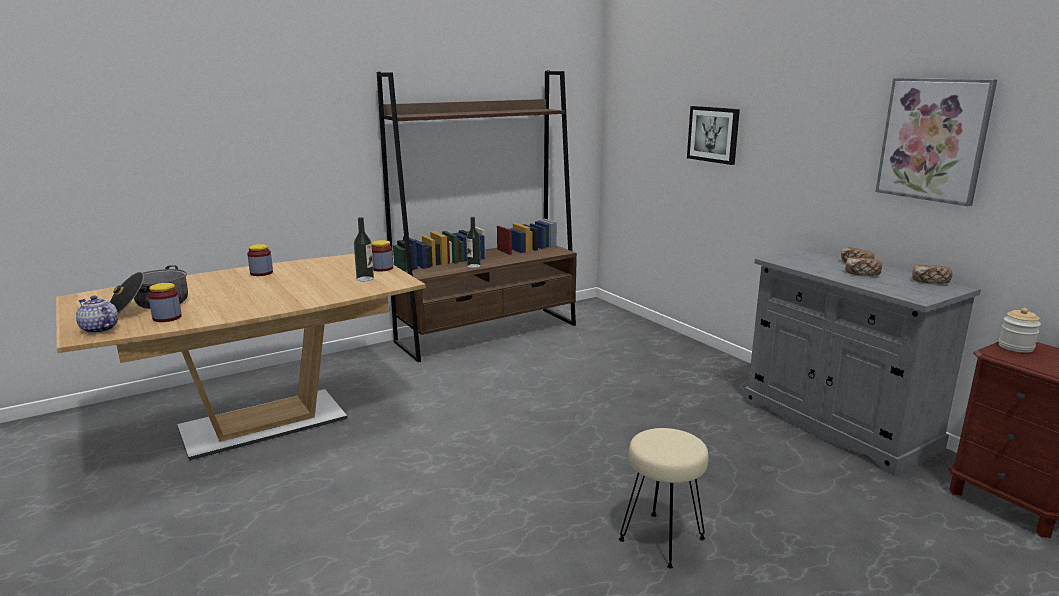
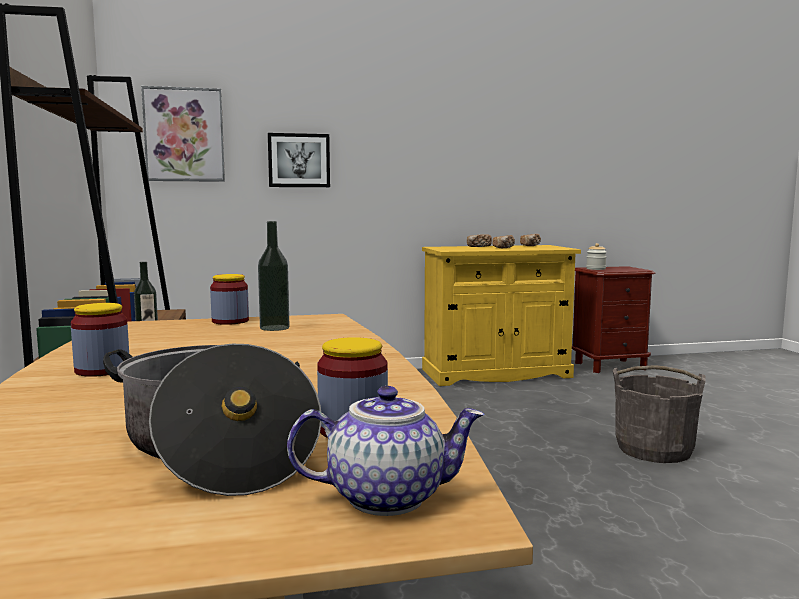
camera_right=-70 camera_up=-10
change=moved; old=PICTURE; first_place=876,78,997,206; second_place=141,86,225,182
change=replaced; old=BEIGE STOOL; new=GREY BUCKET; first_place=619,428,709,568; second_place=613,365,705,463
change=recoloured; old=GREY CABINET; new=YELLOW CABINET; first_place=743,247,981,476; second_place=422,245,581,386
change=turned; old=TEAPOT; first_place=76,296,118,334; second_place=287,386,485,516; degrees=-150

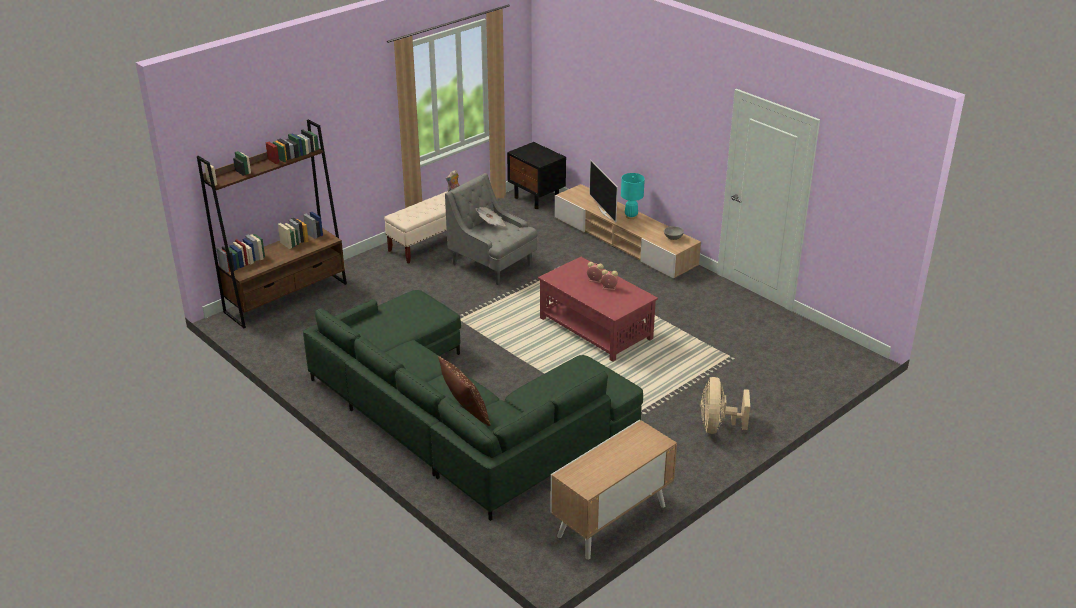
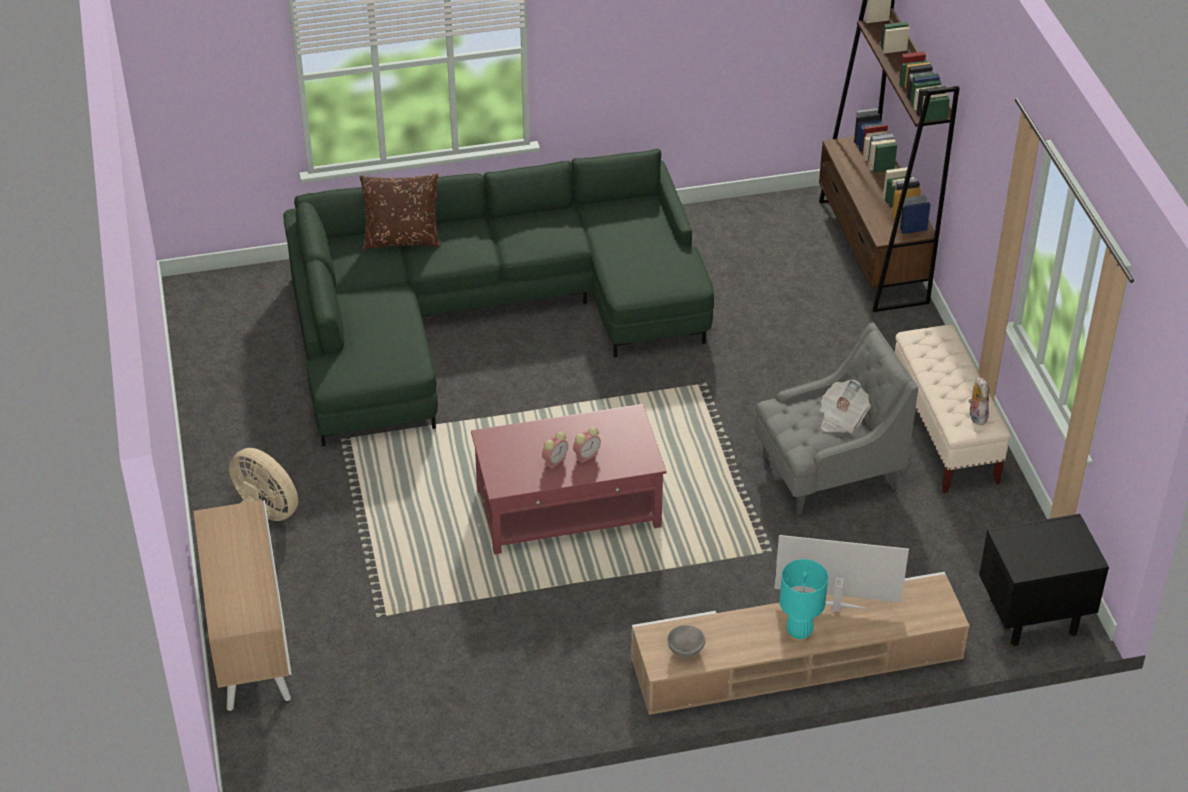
camera_right=120 camera_up=10
change=moved; old=CABINET; first_place=550,420,677,560; second_place=193,500,292,711

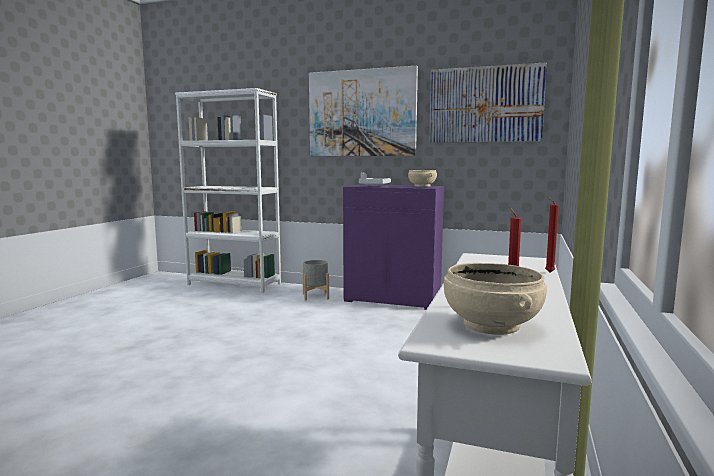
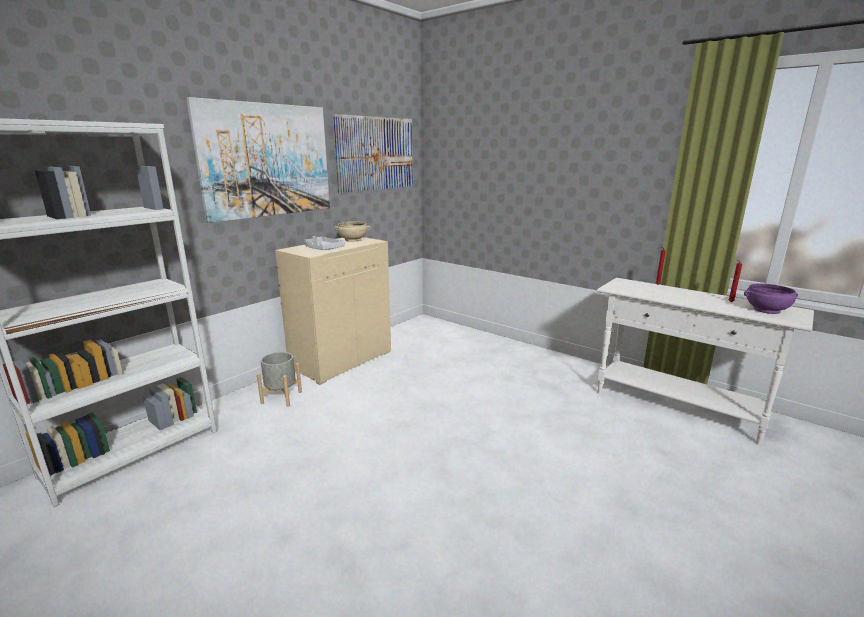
camera_right=-70 camera_up=10
change=recoloured; old=PURPLE CABINET; new=BEIGE CABINET; first_place=343,185,444,310; second_place=275,237,391,385
change=recoloured; old=BEIGE BOWL; new=PURPLE BOWL; first_place=444,263,547,335; second_place=744,283,798,314

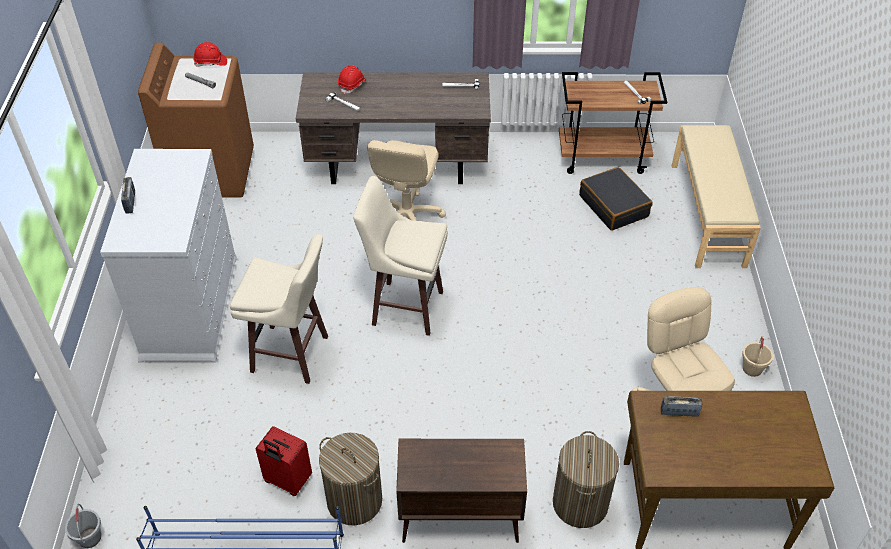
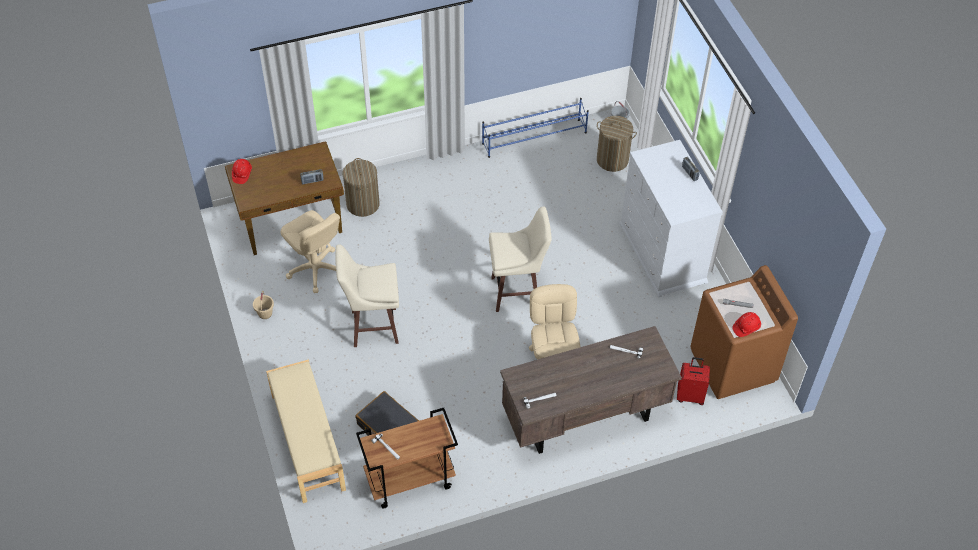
camera_right=160 camera_up=5
change=removed; old=BROWN CABINET; first_place=396,439,527,543
change=moved; old=BEIGE STOOL; first_place=230,234,328,384; second_place=336,244,399,347
change=moved; old=RED SUITCASE; first_place=255,426,312,496; second_place=677,357,710,405
change=moved; old=LAUNDRY BASKET; first_place=319,433,382,525; second_place=597,116,637,172
change=moved; old=RED HARD HAT; first_place=338,65,366,94; second_place=232,159,252,184

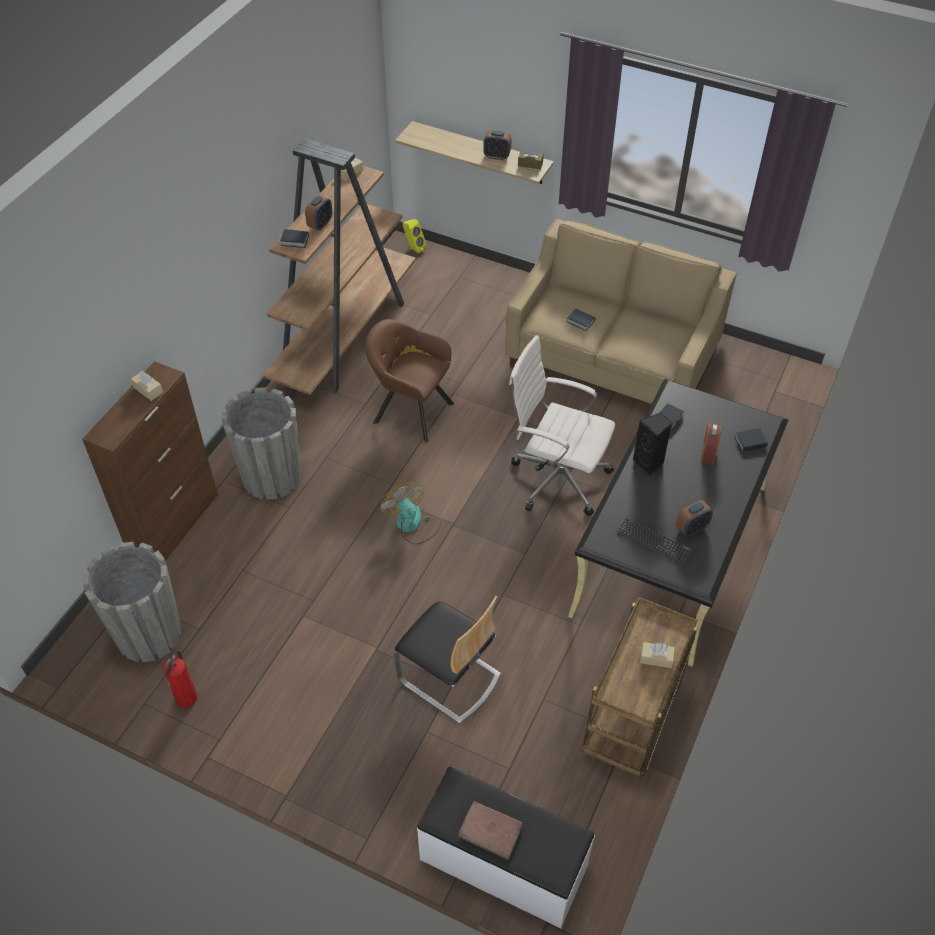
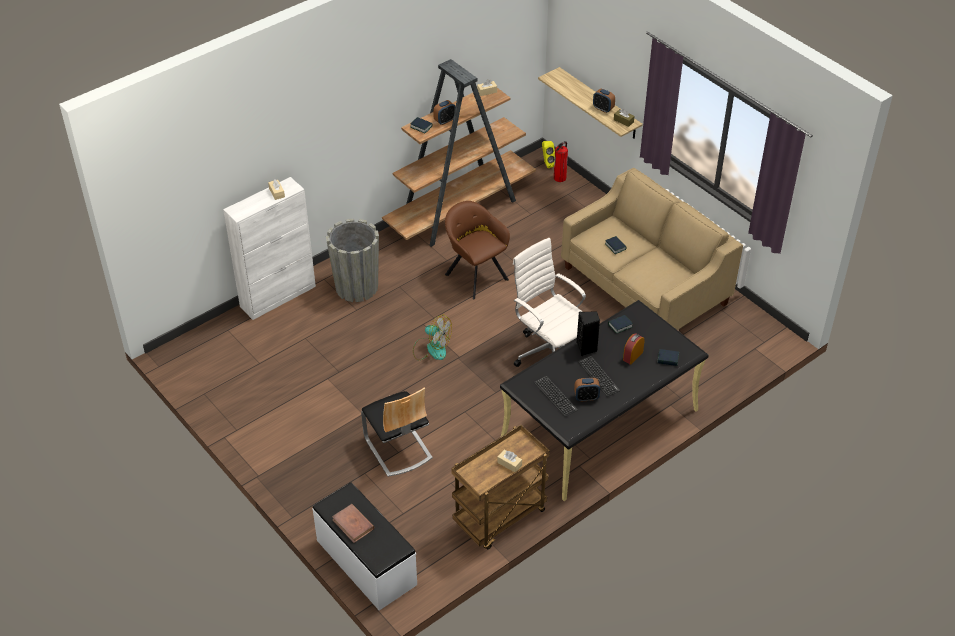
camera_right=25 camera_up=-5
change=removed; old=GREY PLANTER; first_place=83,542,181,662
change=added; new=KEYBOARD; second_place=578,356,620,397
change=moved; old=FIRE EXTINGUISHER; first_place=163,650,197,708; second_place=554,141,568,182
change=recoloured; old=BROWN CABINET; new=WHITE CABINET; first_place=82,361,218,561; second_place=223,177,316,320
change=turned; old=FAN; first_place=380,482,442,545; second_place=413,315,452,360; degrees=120

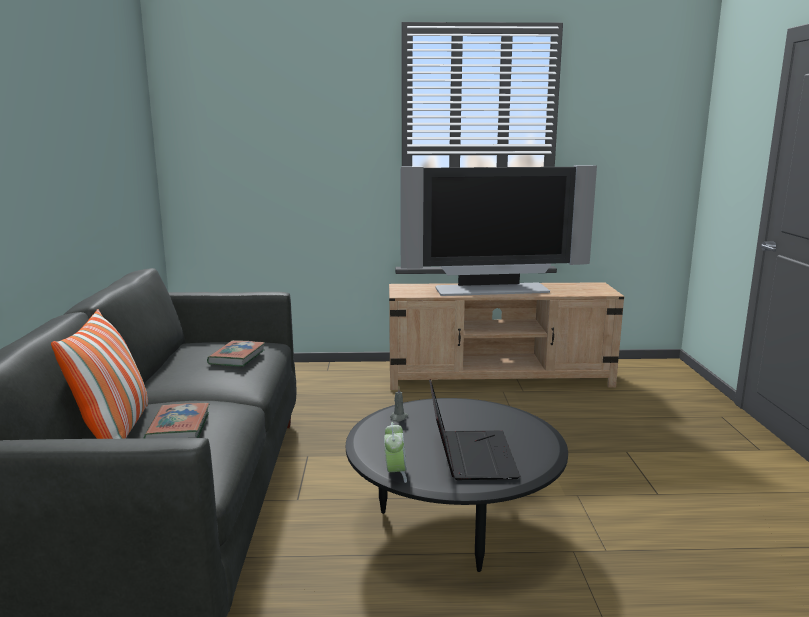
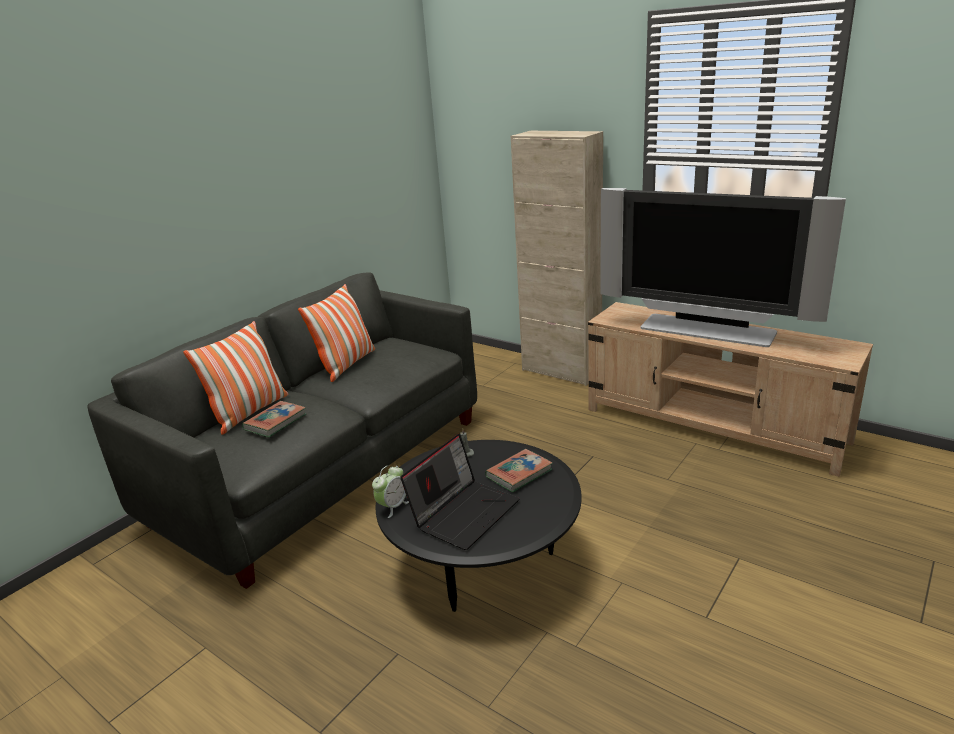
camera_right=40 camera_up=10
change=added; new=PILLOW; second_place=298,284,375,382
change=added; new=BEIGE CABINET; second_place=511,130,603,386
change=moved; old=BOOK; first_place=207,340,265,367; second_place=485,449,553,493

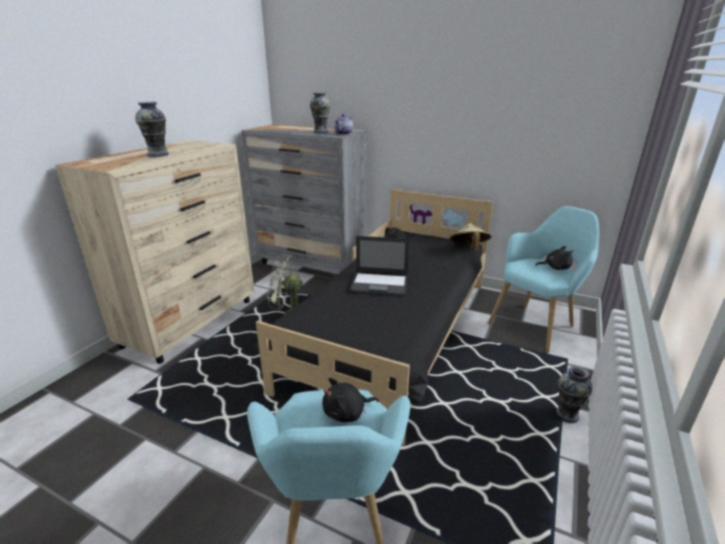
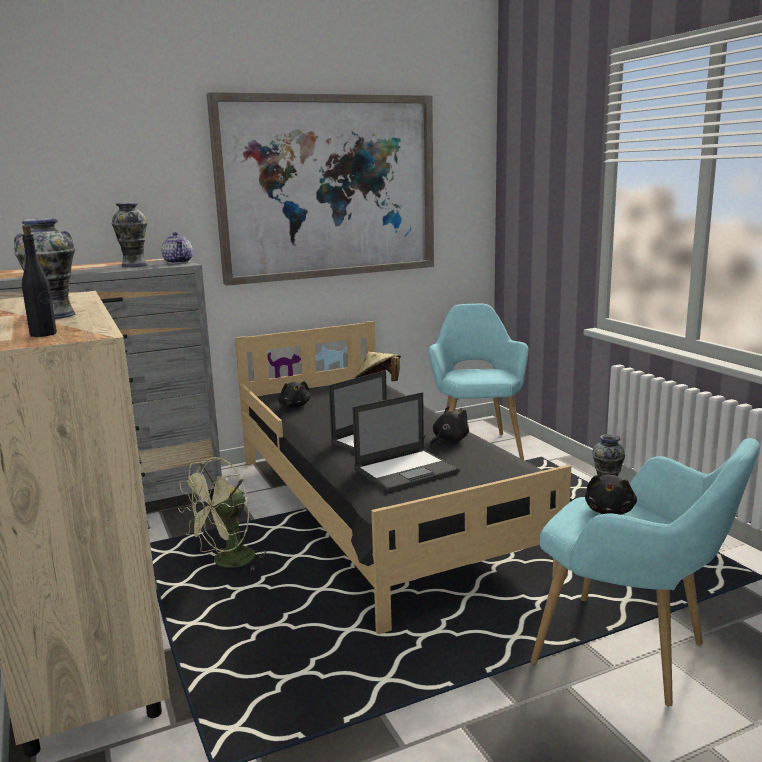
camera_right=-50 camera_up=-10
change=added; new=BLACK BOTTLE; second_place=22,225,57,337
change=added; new=PICTURE; second_place=207,92,434,286
change=added; new=LAPTOP; second_place=352,392,460,492
change=moved; old=BLACK PLUSH TOY; first_place=535,246,574,270; second_place=430,406,469,446

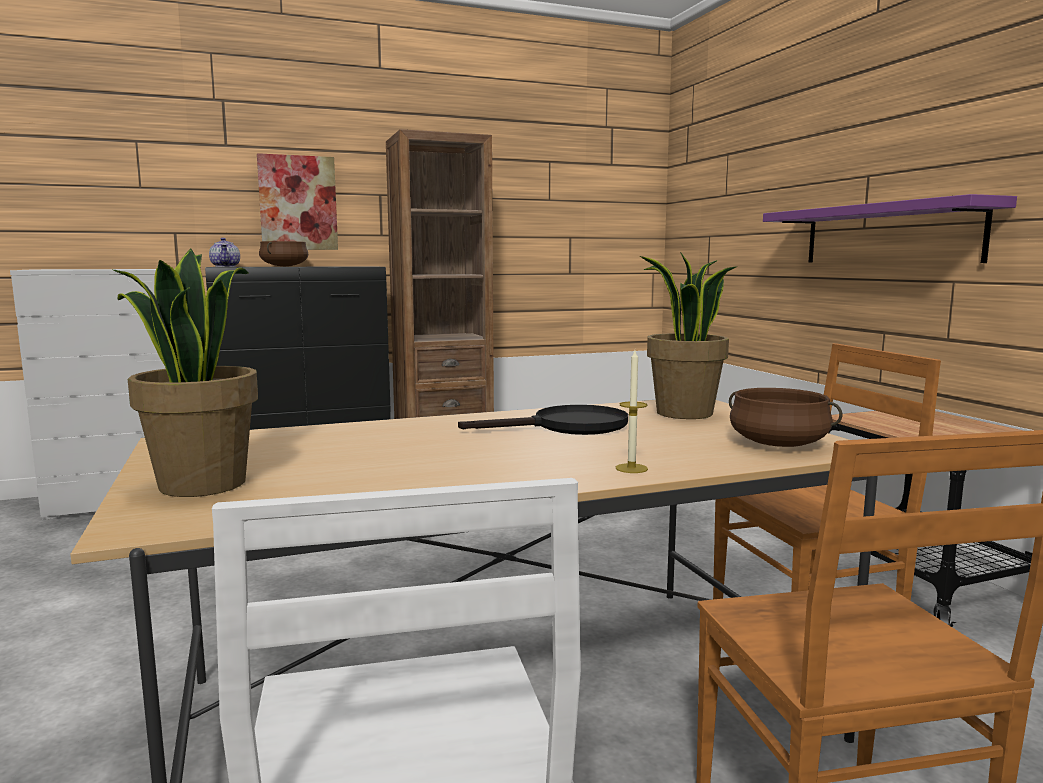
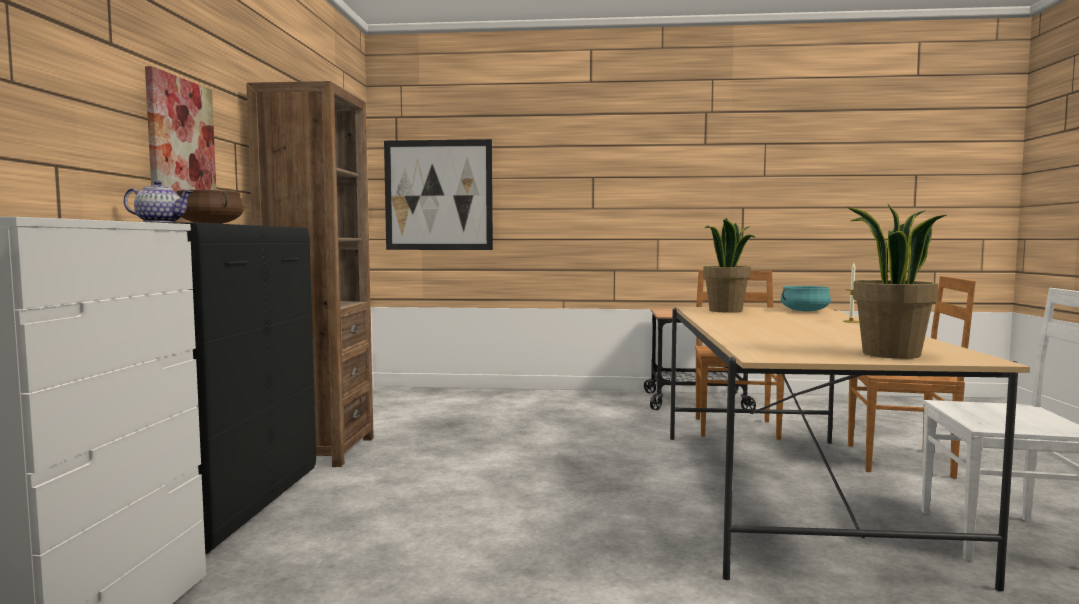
camera_right=-65 camera_up=-5
change=removed; old=BLACK FRYING PAN; first_place=458,405,628,435
change=removed; old=PURPLE SHELF; first_place=763,194,1017,263
change=added; new=PICTURE; second_place=384,139,493,250
change=recoloured; old=BROWN COOKING POT; new=TURQUOISE COOKING POT; first_place=729,388,842,447; second_place=781,286,831,311

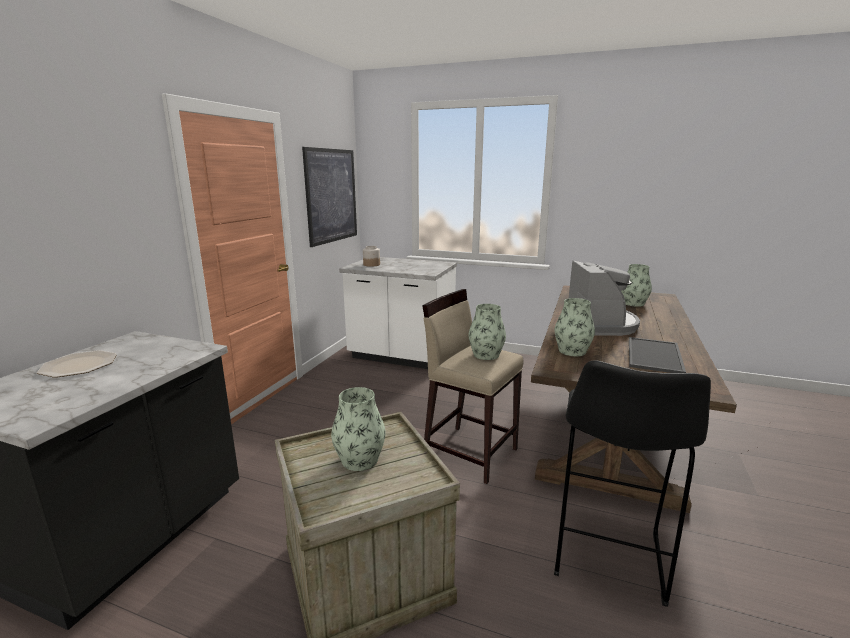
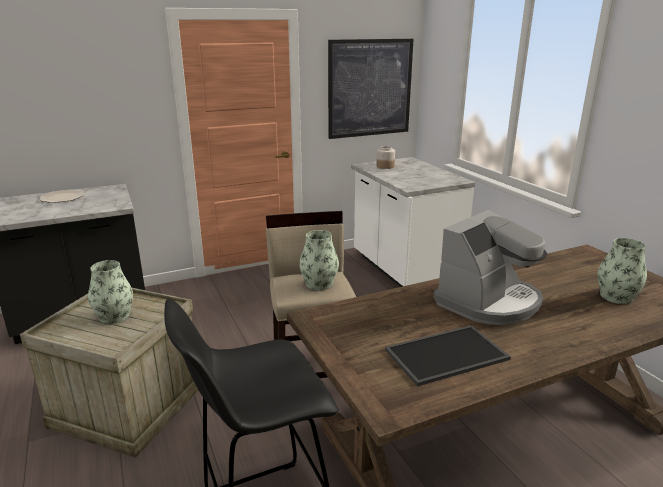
camera_right=45 camera_up=5
change=removed; old=VASE; first_place=554,298,595,356

